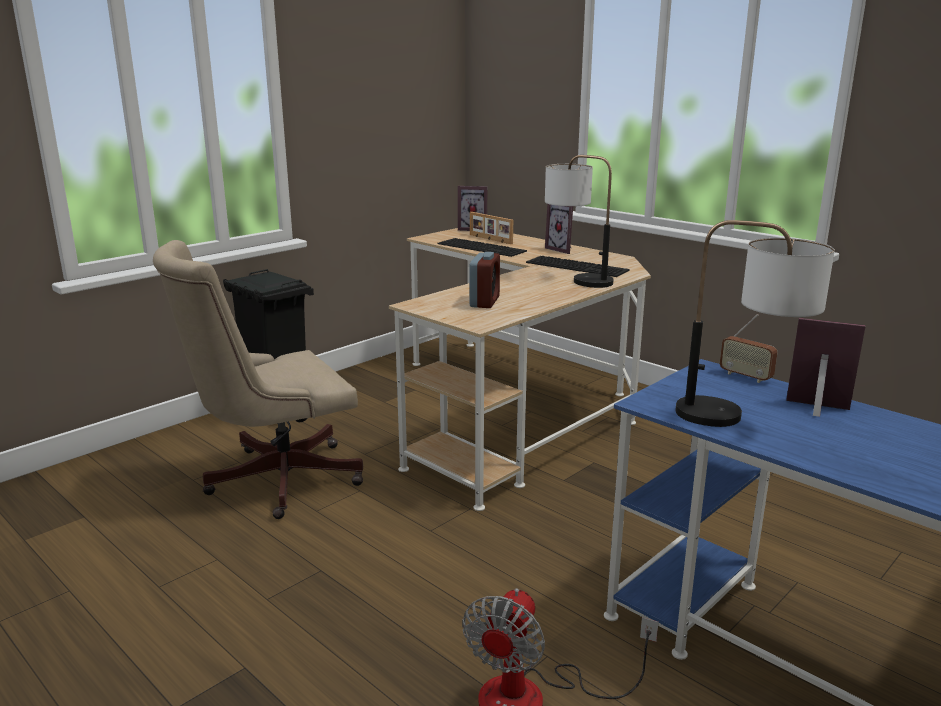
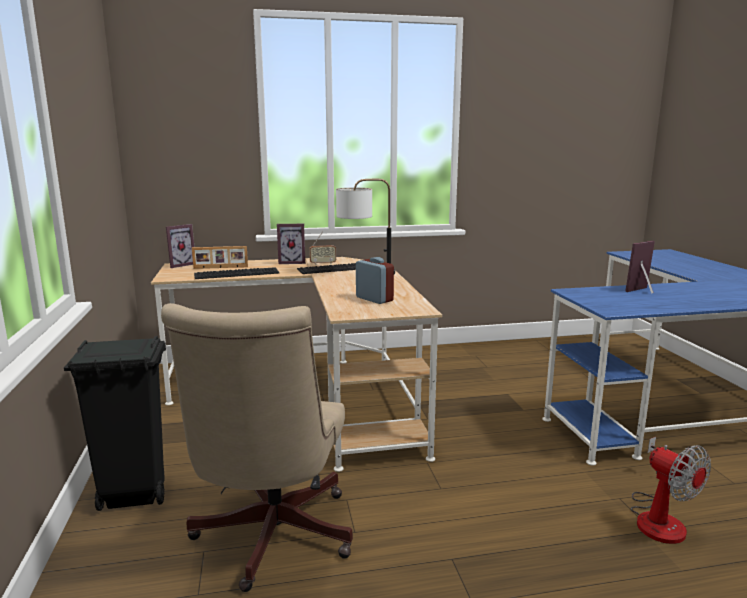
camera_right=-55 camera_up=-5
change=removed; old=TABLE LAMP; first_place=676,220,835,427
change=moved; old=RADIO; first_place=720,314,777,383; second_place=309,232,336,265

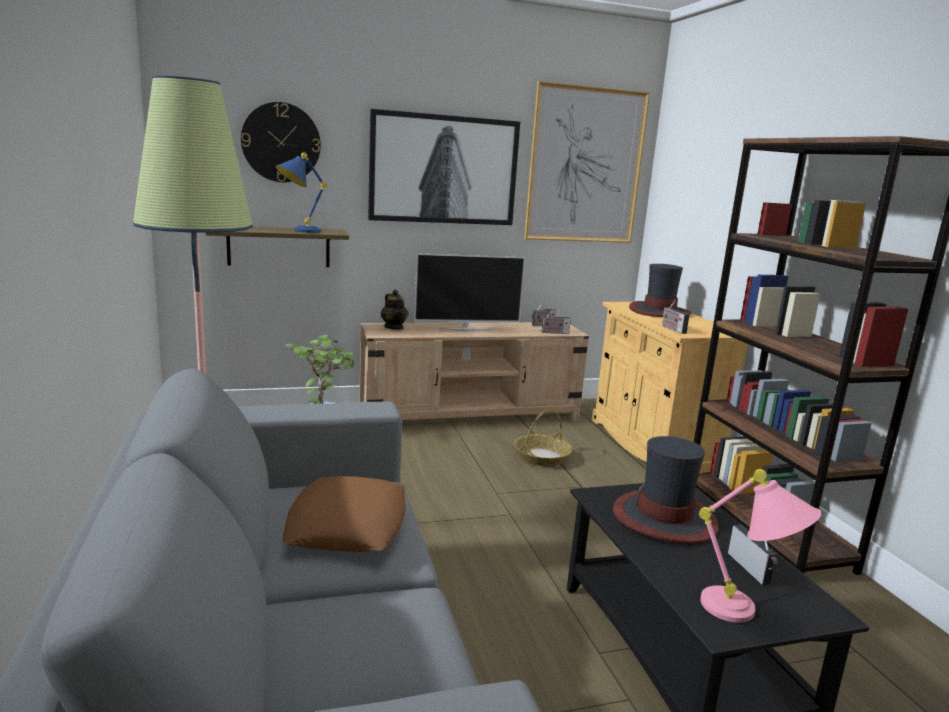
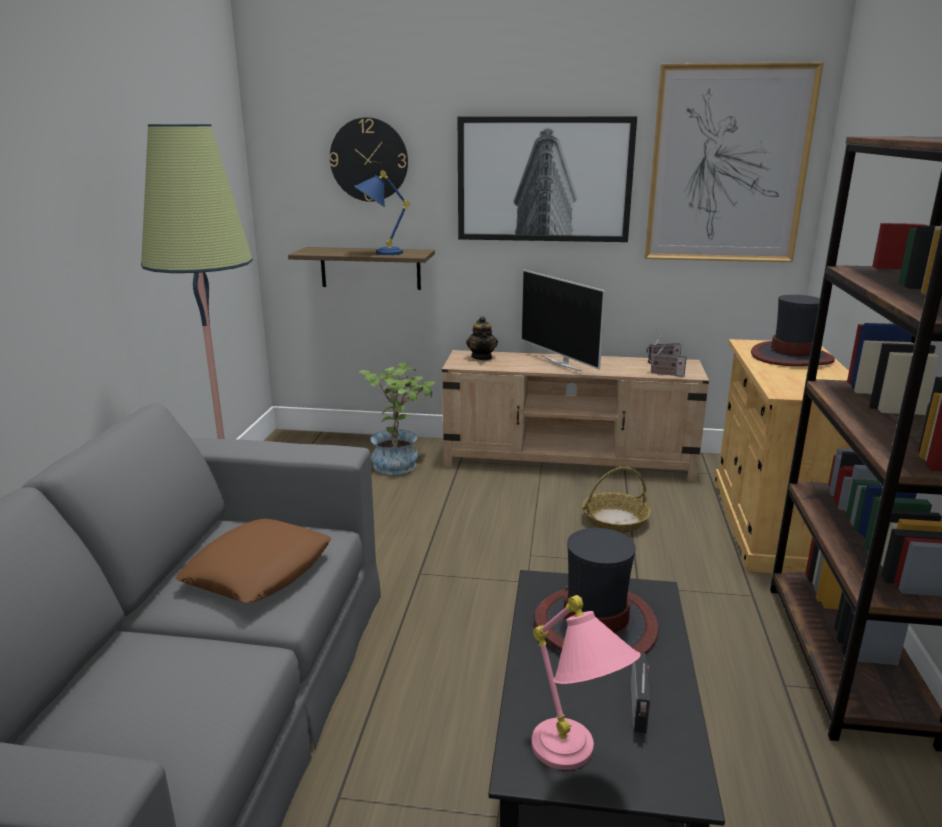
camera_right=25 camera_up=5
change=removed; old=RADIO; first_place=662,299,689,334
change=turned; old=TELEVISION; first_place=414,253,525,331; second_place=521,269,605,372; degrees=45

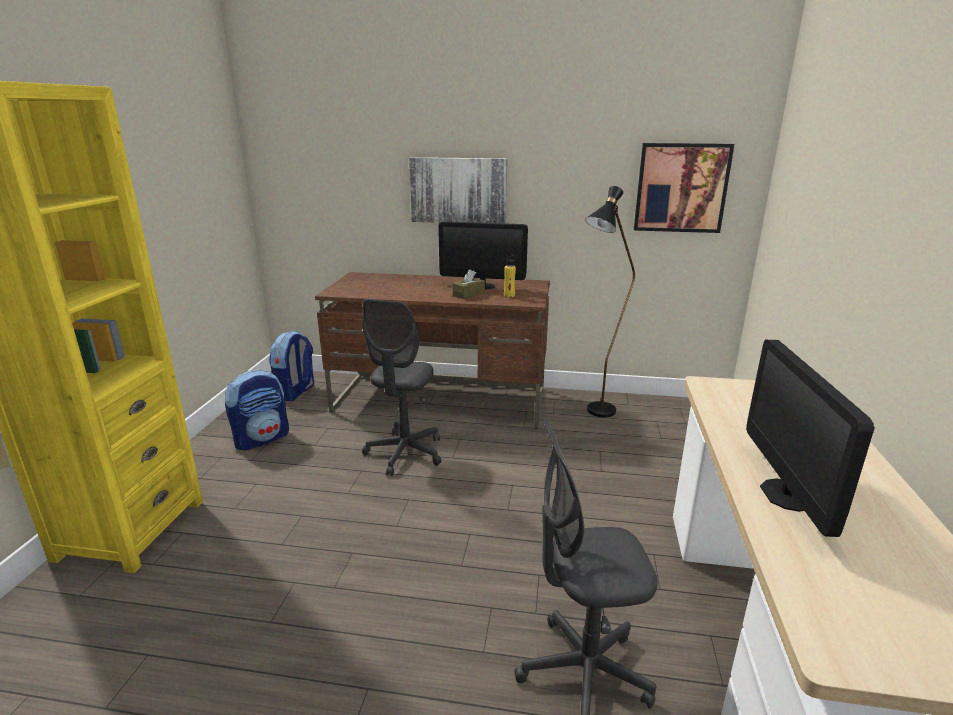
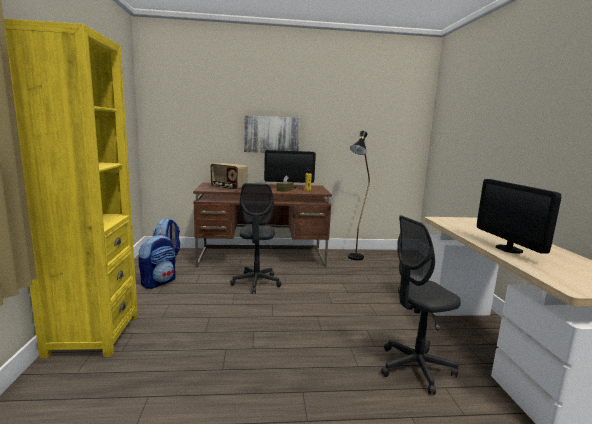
camera_right=-15 camera_up=-10
change=removed; old=PICTURE; first_place=634,143,734,233
change=added; new=RADIO; second_place=210,163,248,191

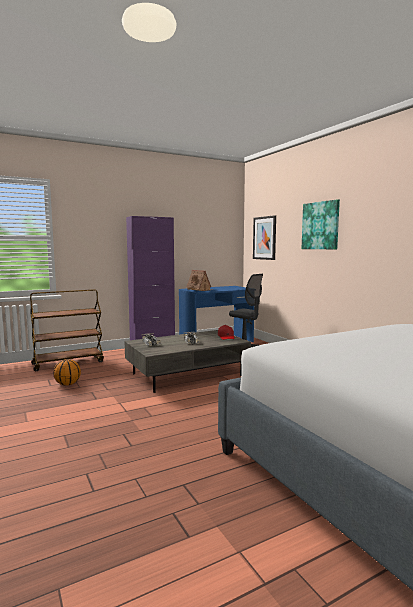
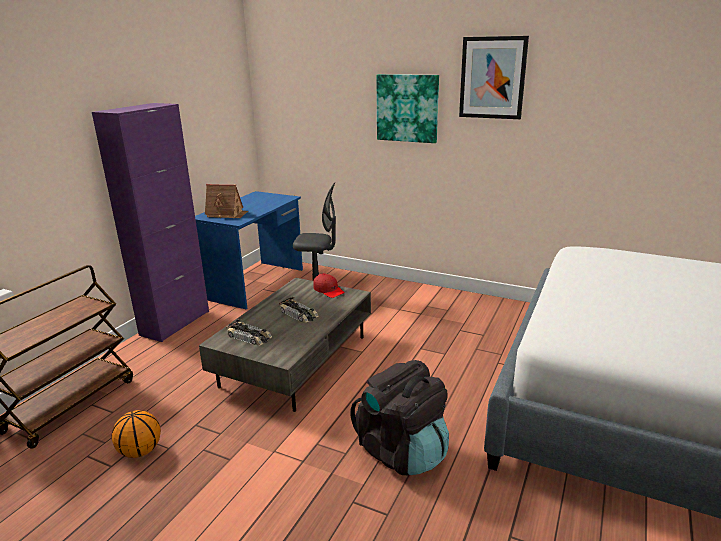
camera_right=-35 camera_up=15
change=added; new=BLACK BACKPACK; second_place=350,360,449,475
change=moved; old=PICTURE; first_place=253,215,276,260; second_place=459,36,529,119

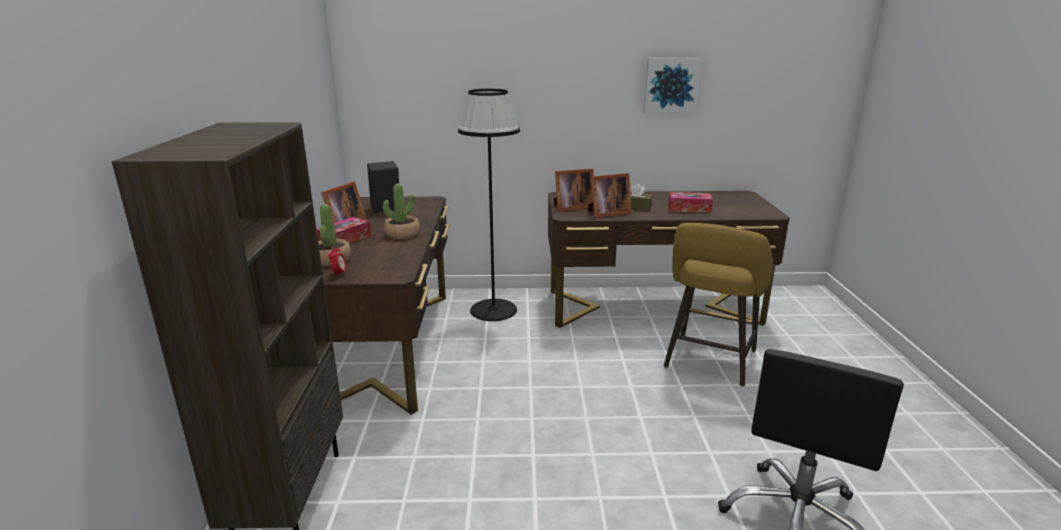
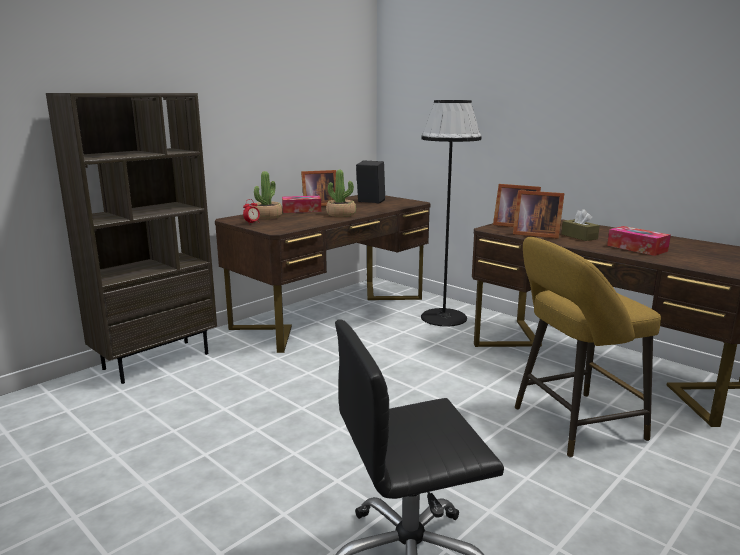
camera_right=45 camera_up=-5
change=removed; old=PICTURE; first_place=644,58,702,113

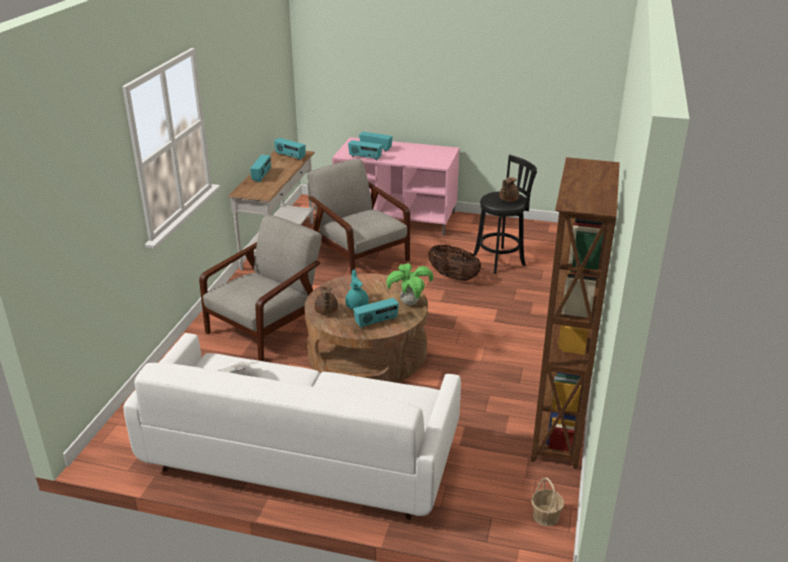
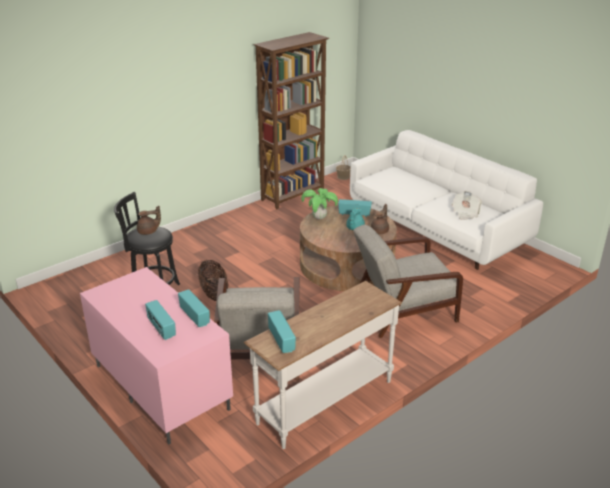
camera_right=-145 camera_up=0
change=removed; old=RADIO; first_place=250,155,271,182

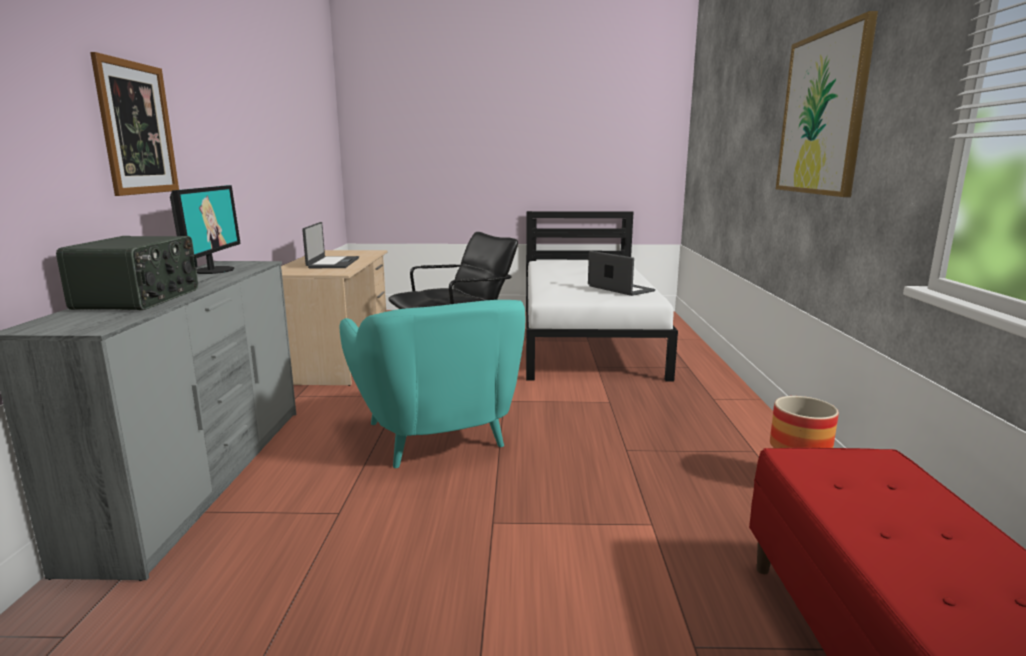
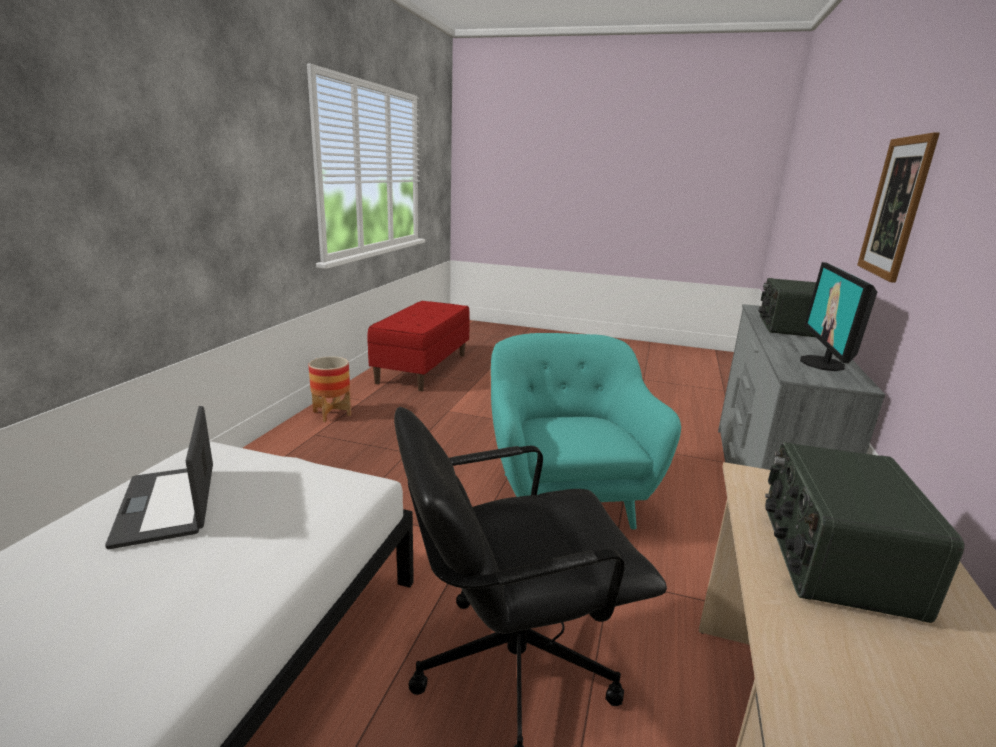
camera_right=-165 camera_up=5
change=removed; old=PICTURE; first_place=776,11,878,197
change=replaced; old=LAPTOP; new=RADIO; first_place=302,222,359,268; second_place=765,442,964,623

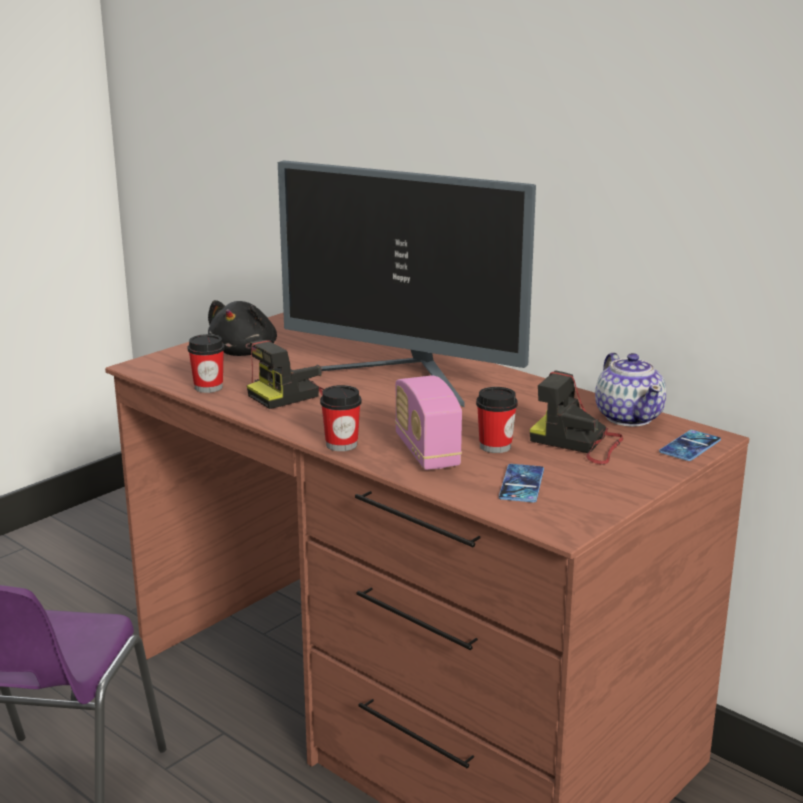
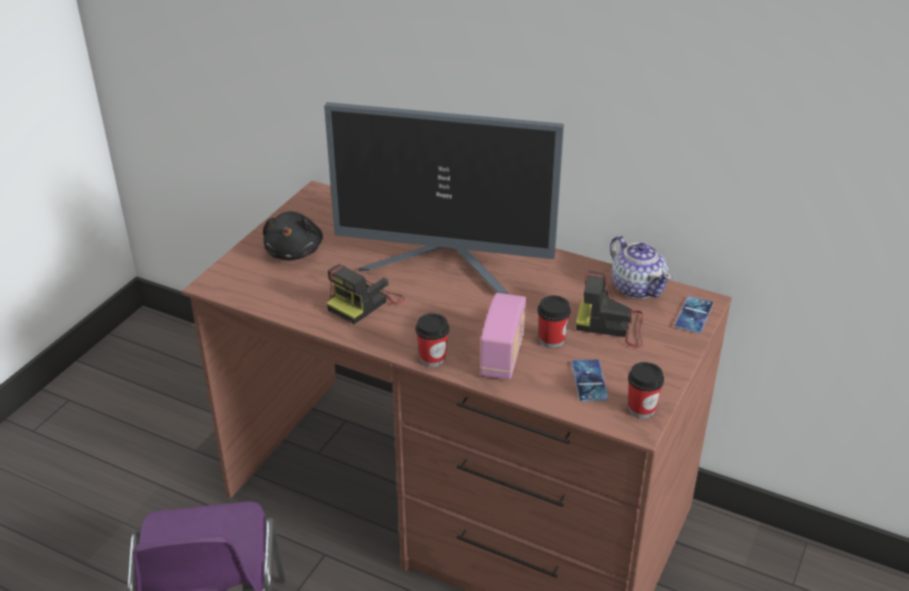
camera_right=-15 camera_up=15
change=moved; old=CUP; first_place=188,334,225,393; second_place=628,362,664,419
change=turned; old=RADIO; first_place=395,376,462,470; second_place=480,293,526,380; degrees=-135

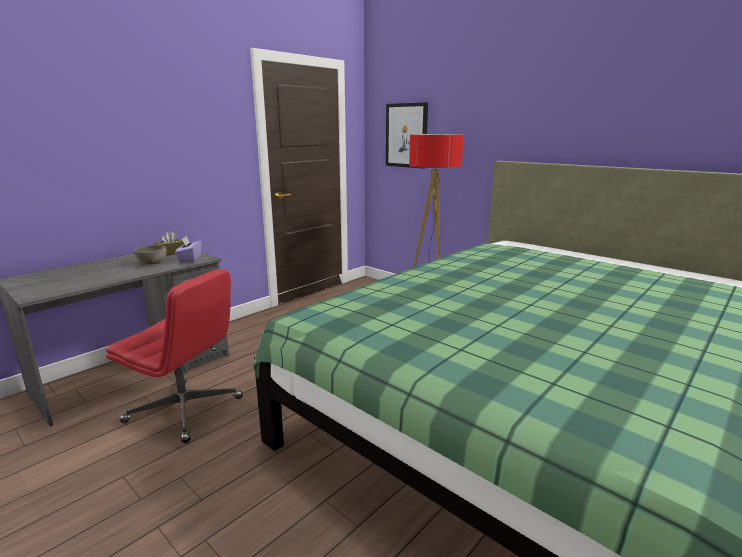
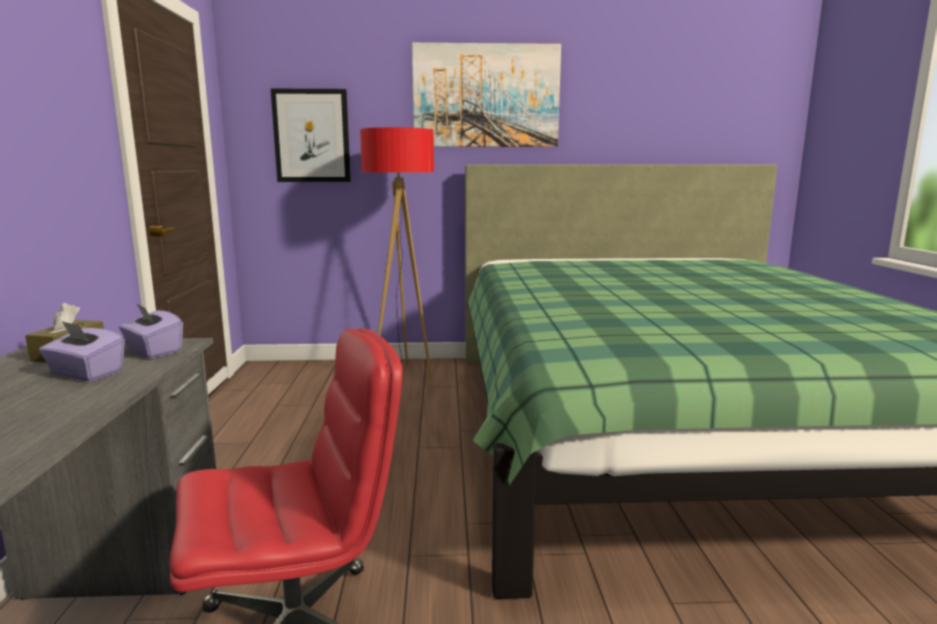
camera_right=-45 camera_up=-5
change=added; new=PICTURE; second_place=412,43,561,147
change=replaced; old=GREY BOWL; new=PURPLE TISSUE BOX; first_place=134,245,167,264; second_place=39,321,125,381

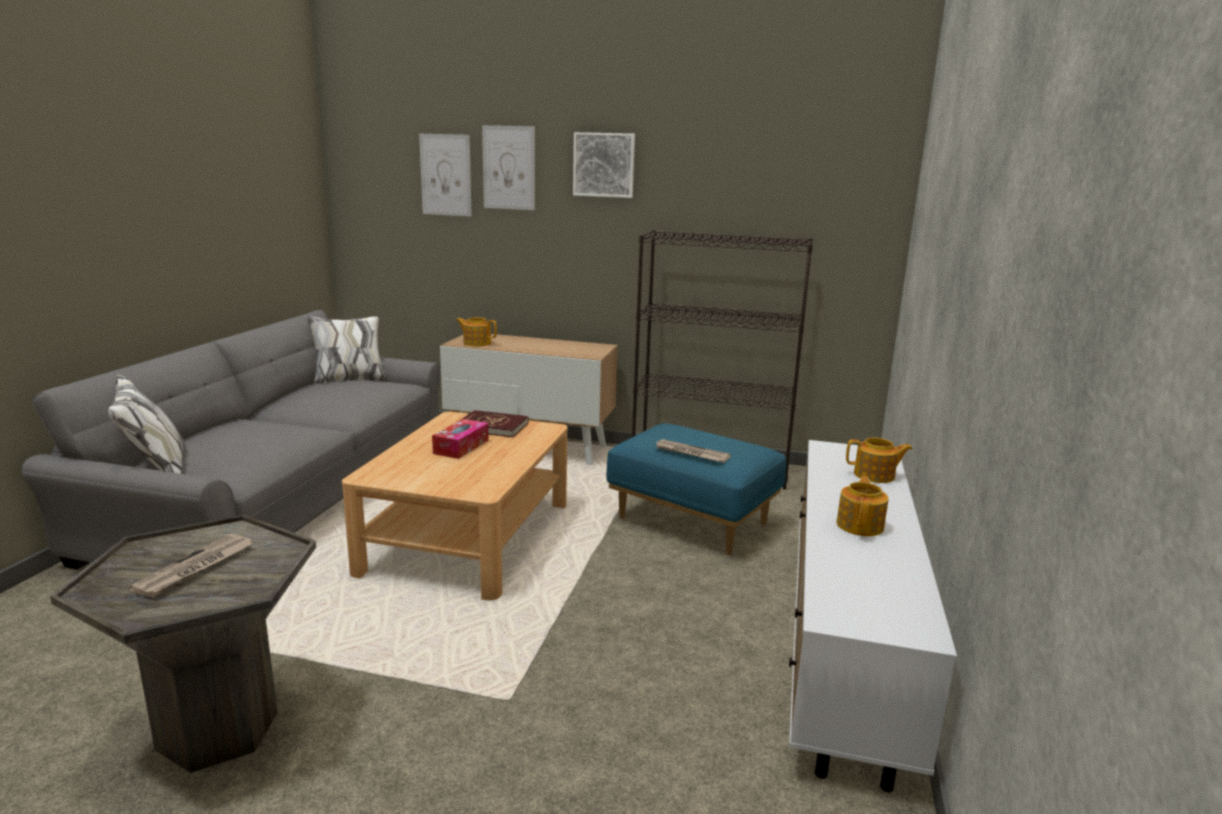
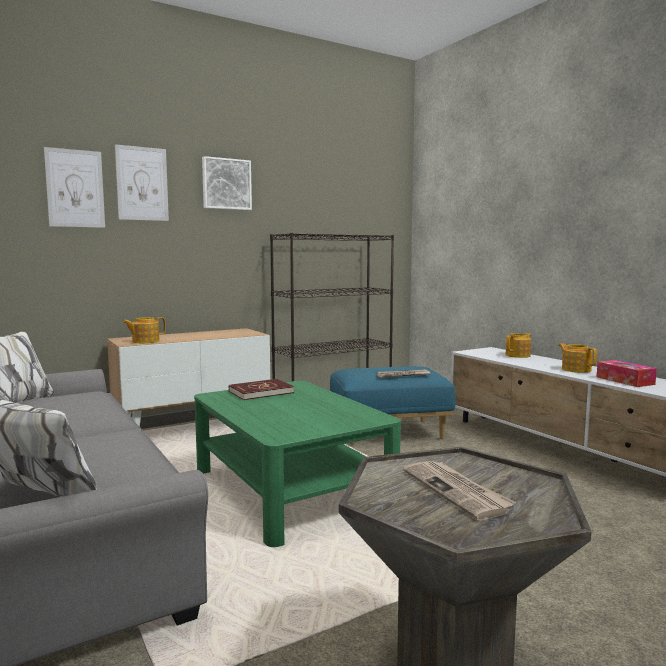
camera_right=-45 camera_up=-10
change=moved; old=TISSUE BOX; first_place=432,419,489,459; second_place=597,360,657,387
change=recoloured; old=BEIGE COFFEE TABLE; new=GREEN COFFEE TABLE; first_place=342,412,568,600; second_place=194,381,401,547

